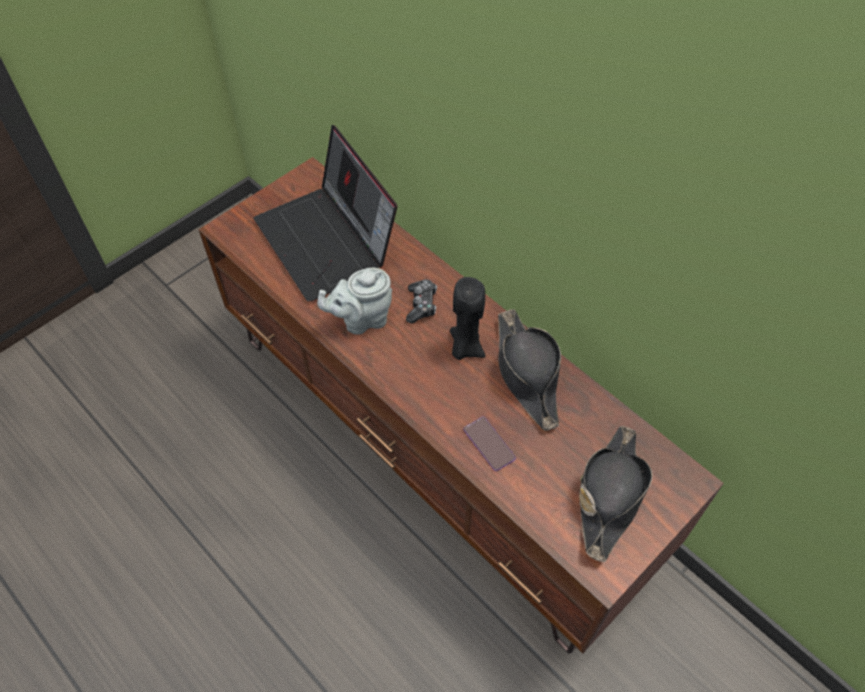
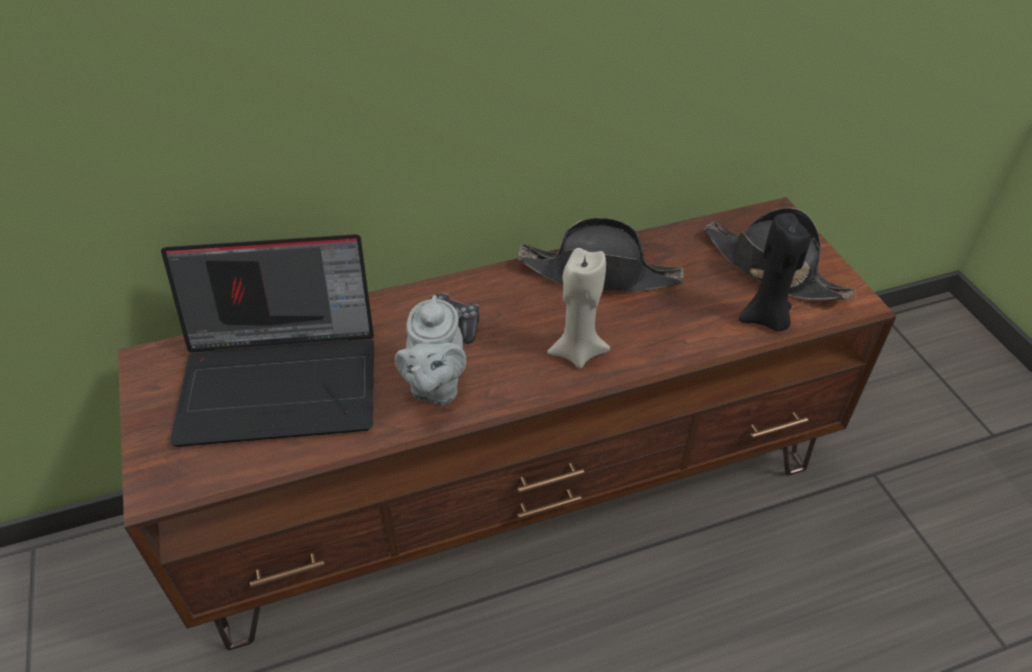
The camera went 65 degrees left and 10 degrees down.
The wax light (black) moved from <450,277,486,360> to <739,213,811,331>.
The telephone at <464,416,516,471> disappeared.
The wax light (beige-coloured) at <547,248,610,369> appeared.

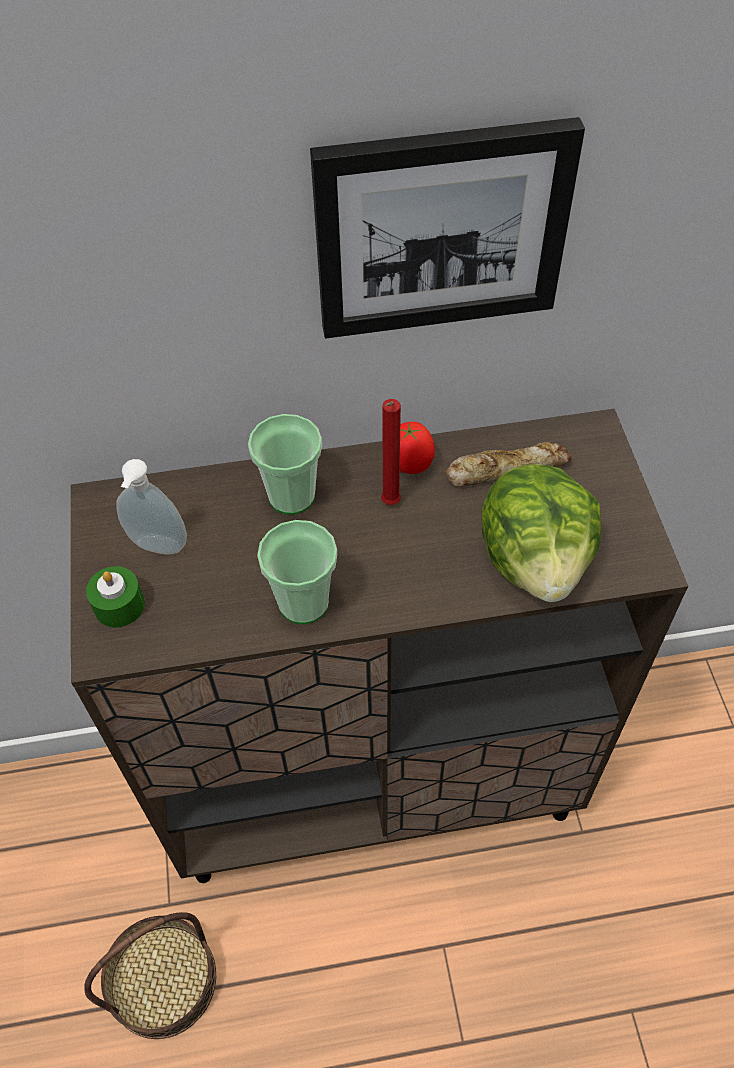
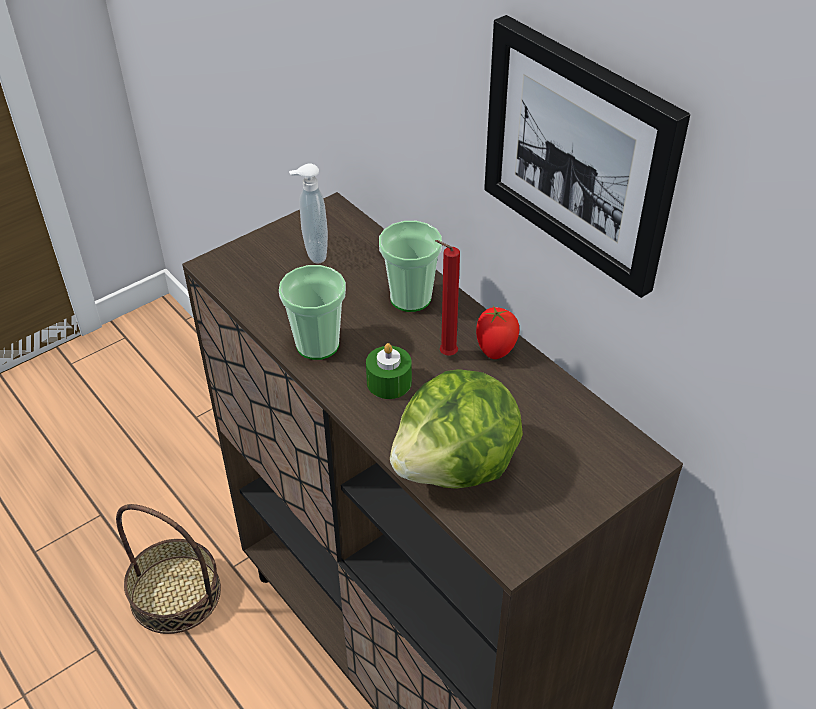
The camera went 60 degrees right and 10 degrees down.
The wax light (greenish) moved from <86,566,145,628> to <366,343,412,399>.
The bakery bread at <445,442,572,486> disappeared.

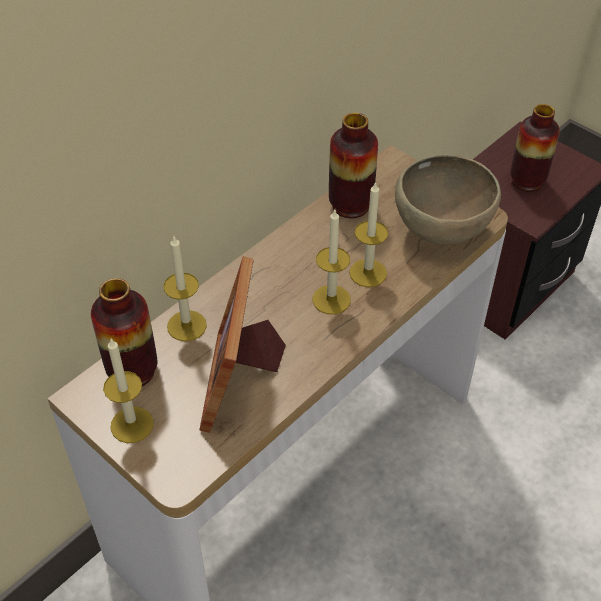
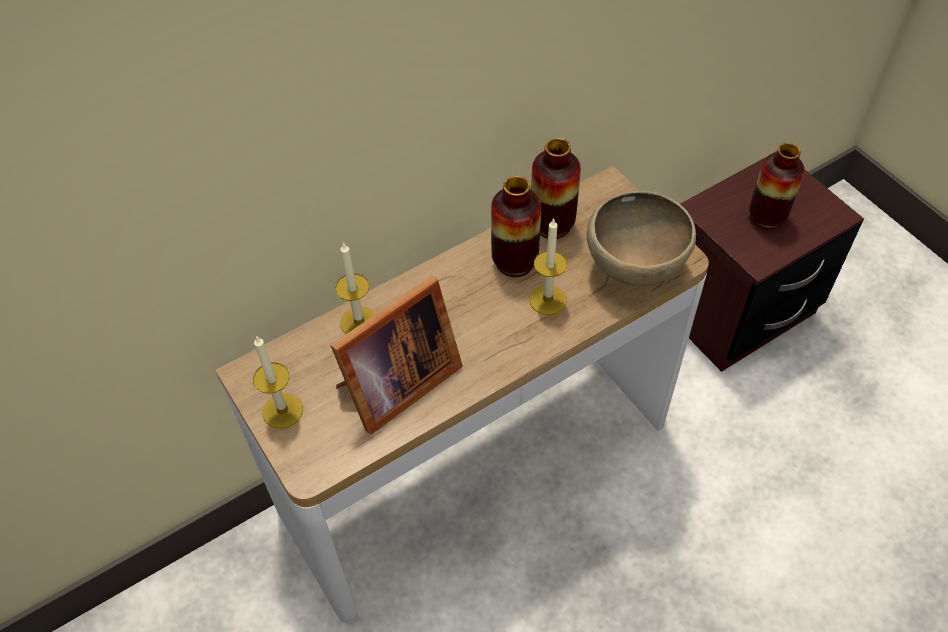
The camera went 15 degrees right and 5 degrees up.
The flower vase moved from <91,278,158,386> to <491,176,541,277>.
The photo frame at <200,256,286,433> turned 150 degrees counterclockwise.
The wax light at <312,210,351,314> disappeared.

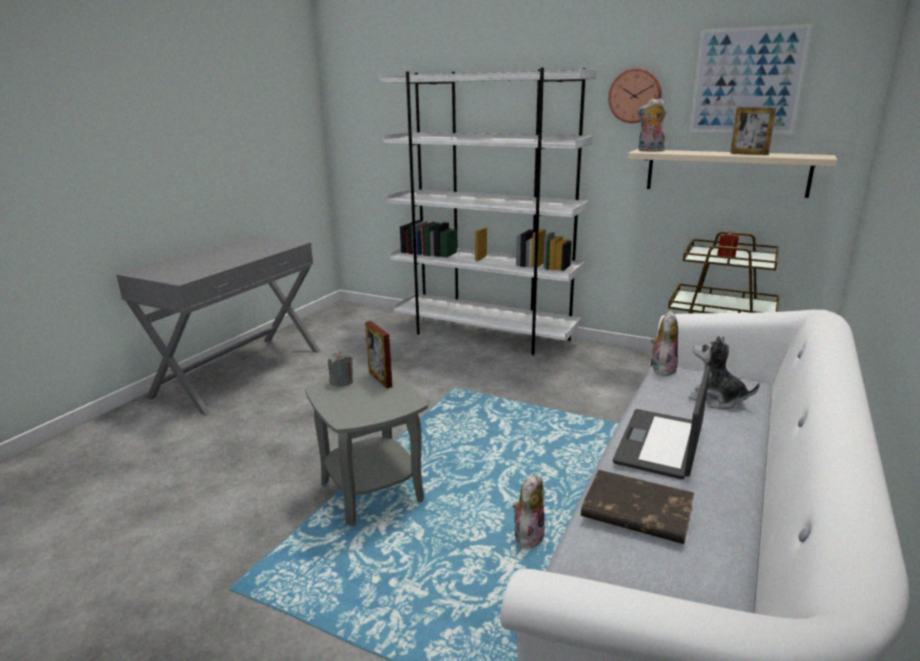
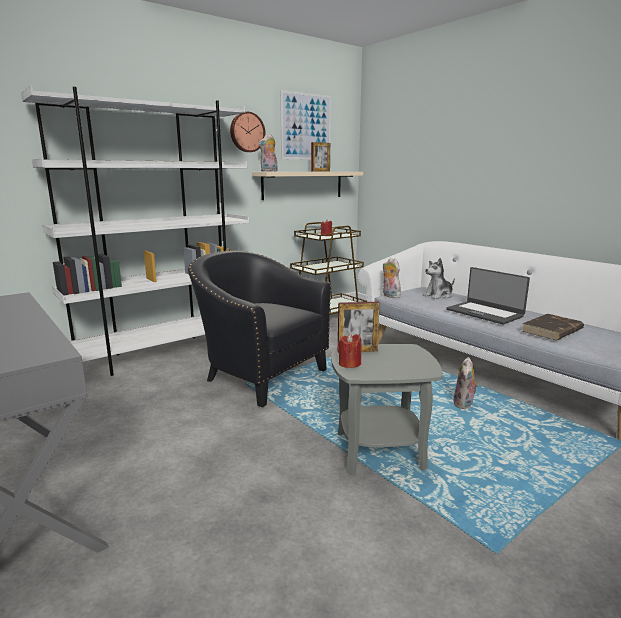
The camera went 65 degrees left and 5 degrees down.
The wax light (gray) at <328,351,353,387> became the wax light (red) at <337,333,362,368>.
The soft toy at <513,474,545,549> turned 120 degrees counterclockwise.
The lounge chair (black) at <188,250,331,407> appeared.

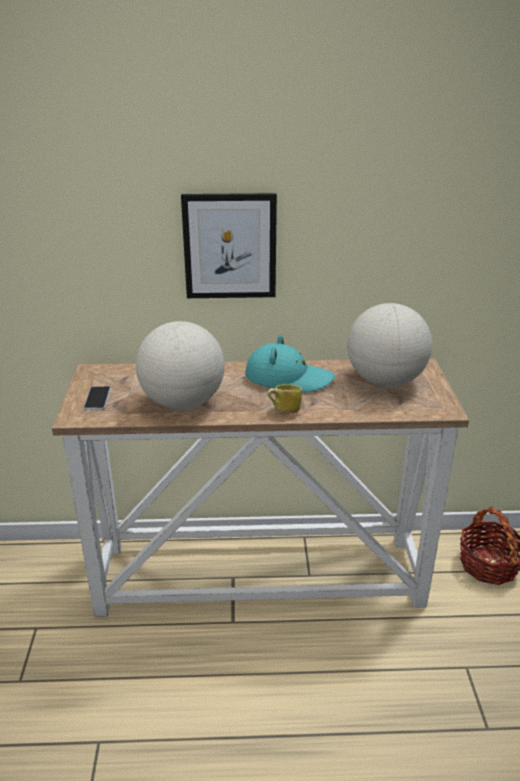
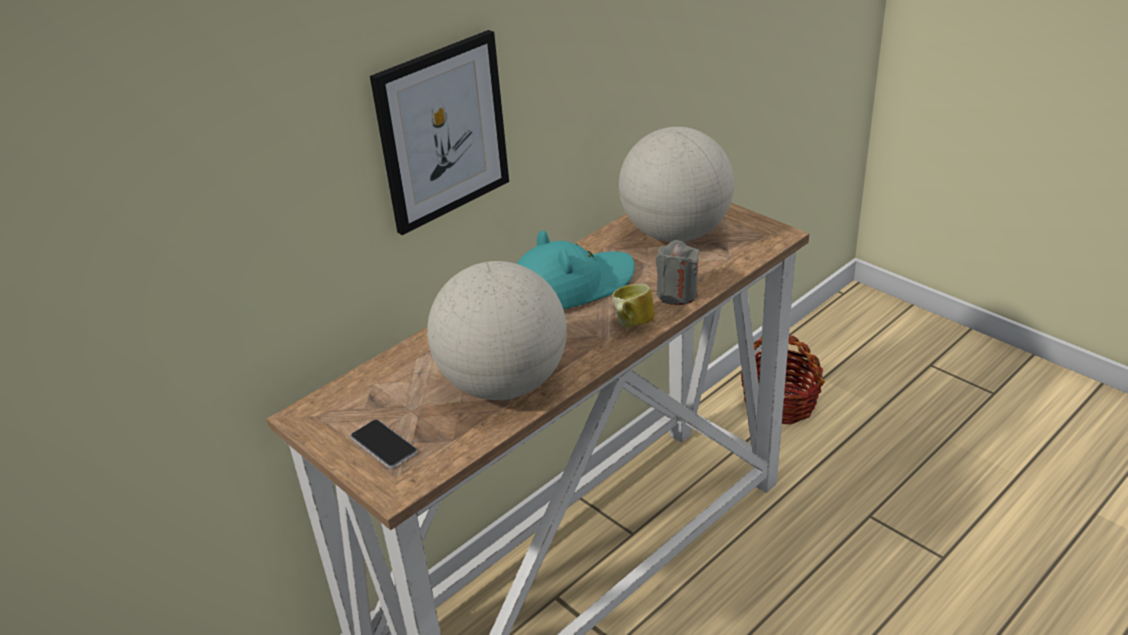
The camera went 40 degrees left and 5 degrees up.
The wax light (gray) at <656,240,699,305> appeared.

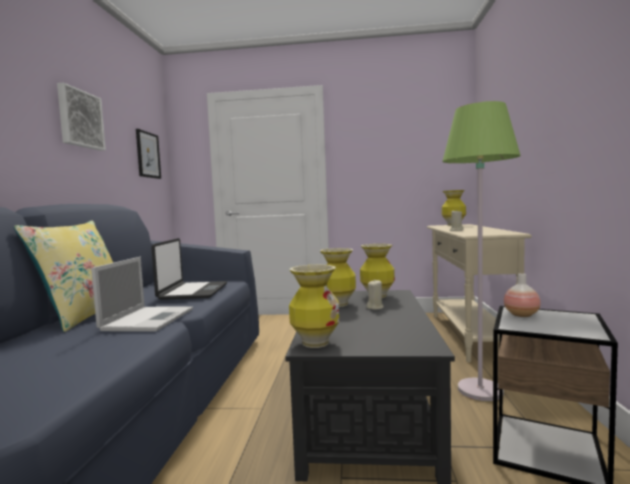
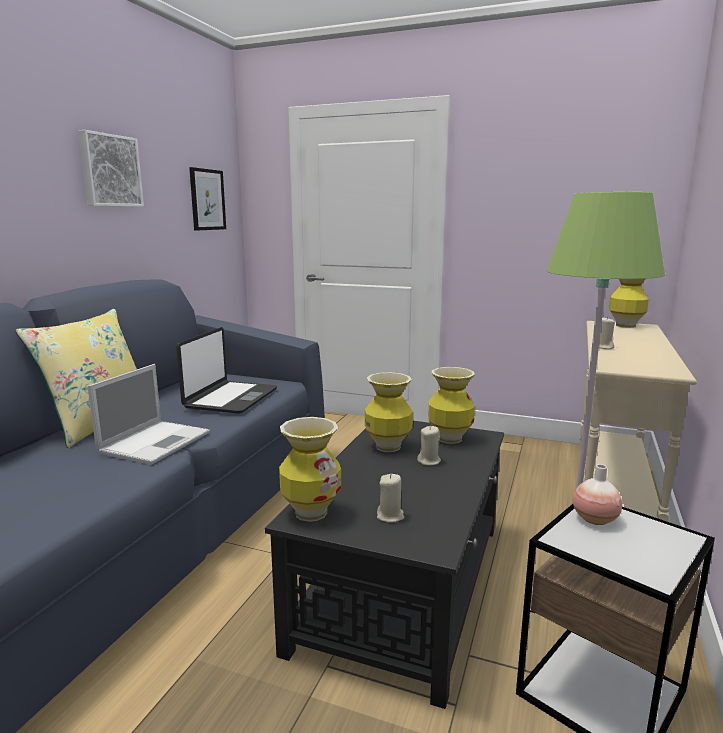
The camera went 15 degrees right and 10 degrees up.
The wax light (beige-coloured) at <377,474,404,523> appeared.

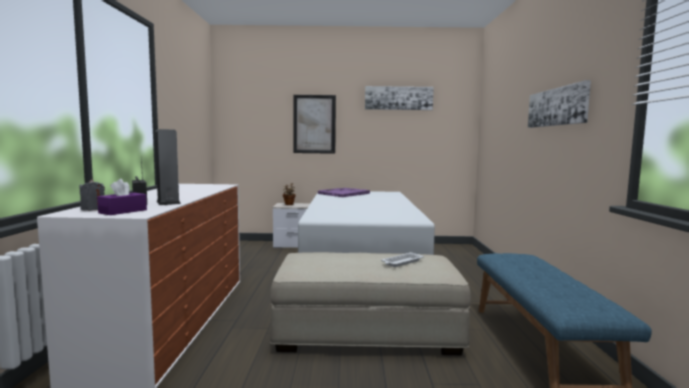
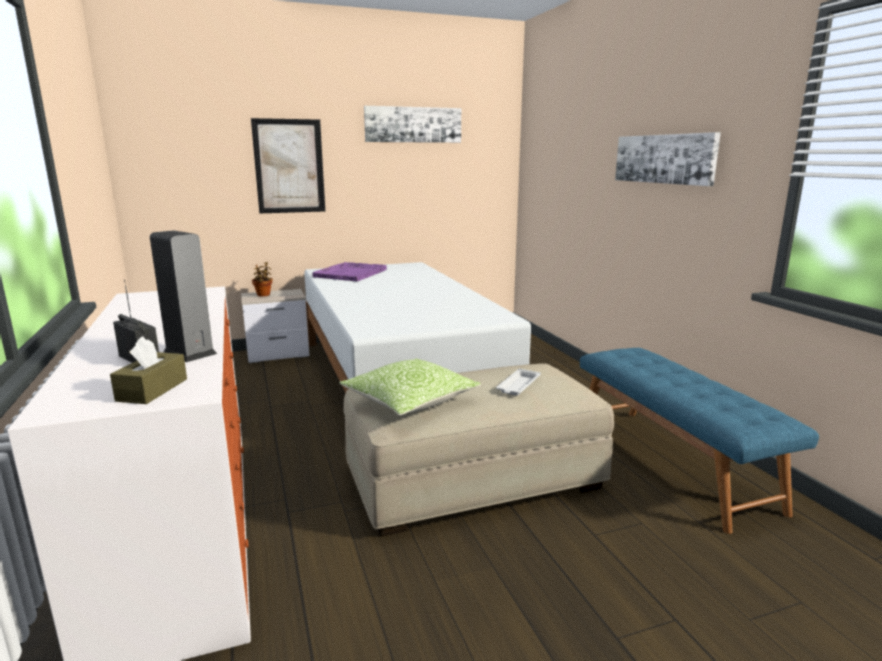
The camera went 20 degrees left and 10 degrees up.
The wax light (gray) at <79,179,105,211> disappeared.
The tissue holder (purple) at <97,179,147,215> became the tissue holder (brownish) at <110,337,187,404>.
The pillow at <339,359,481,416> appeared.

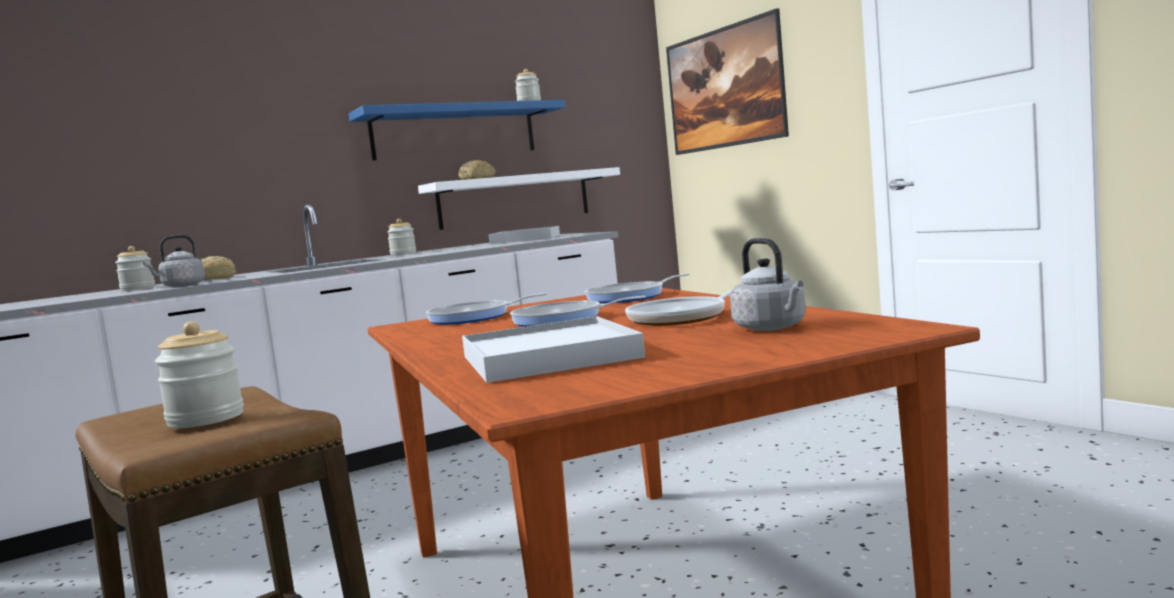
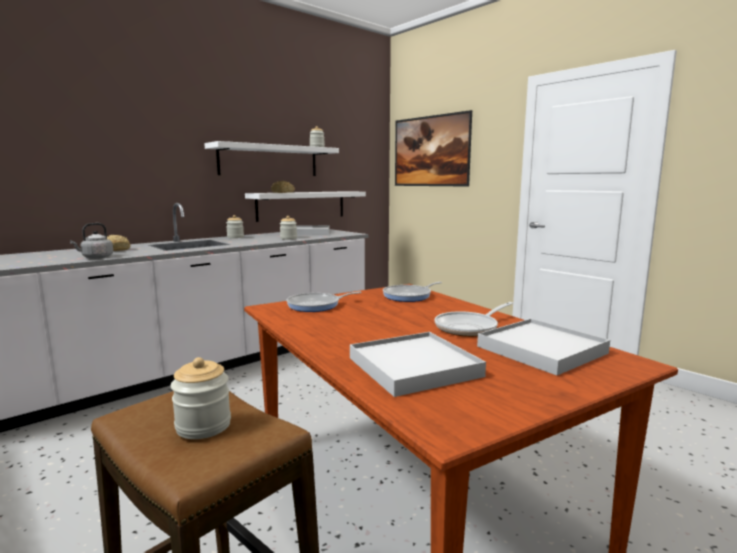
The camera went 10 degrees left and 5 degrees up.
The storage jar moved from <115,246,155,291> to <280,216,297,239>.
The wall shelf (blue) at <348,100,566,161> became the wall shelf (white-coloured) at <204,141,339,176>.
The frying pan at <510,296,646,327> disappeared.
The kettle (gray) at <730,238,806,331> was replaced by the serving tray (white-coloured) at <477,319,610,375>.

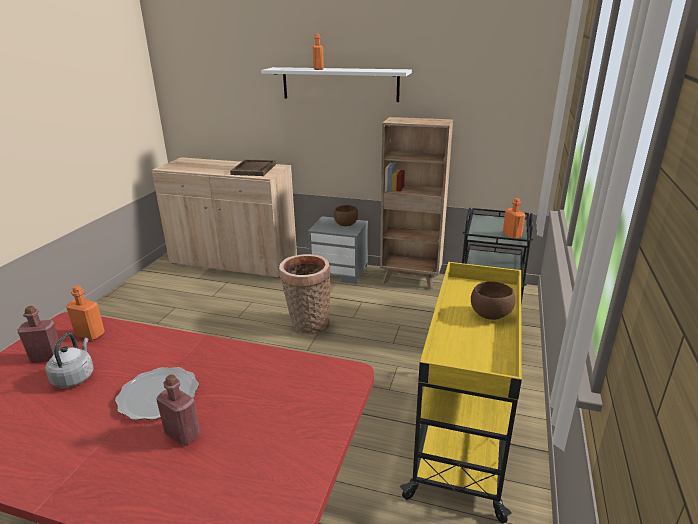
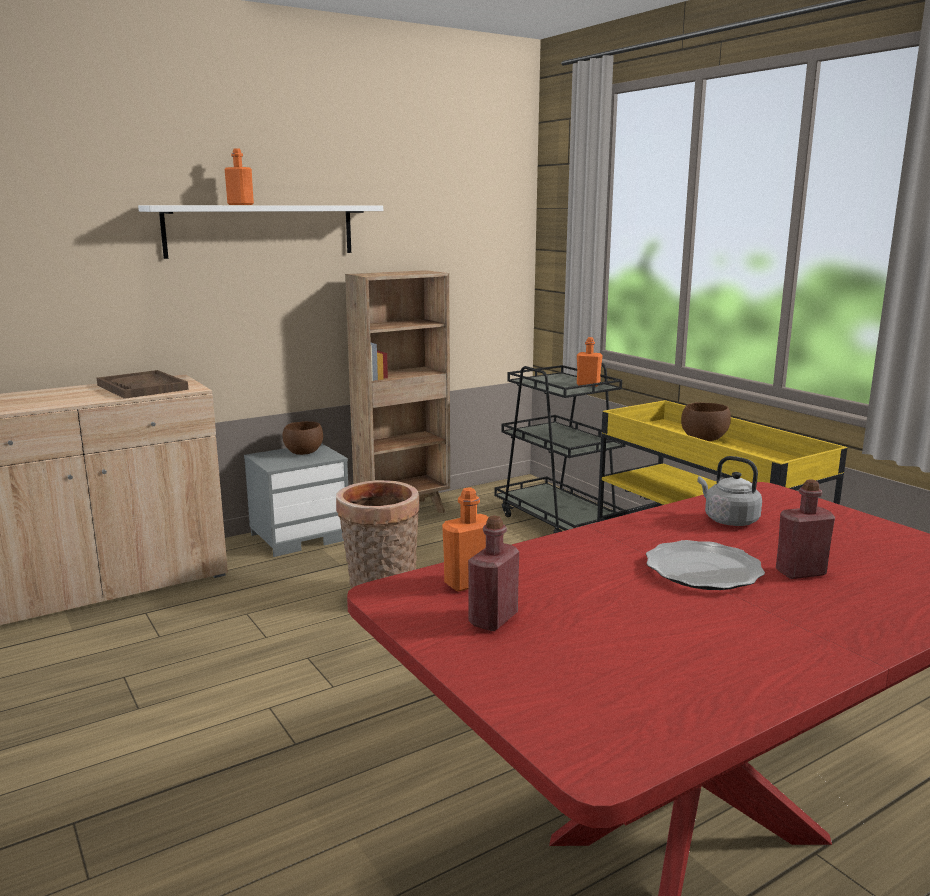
The camera went 50 degrees left and 10 degrees down.
The kettle (gray) moved from <46,333,93,388> to <697,456,762,526>.

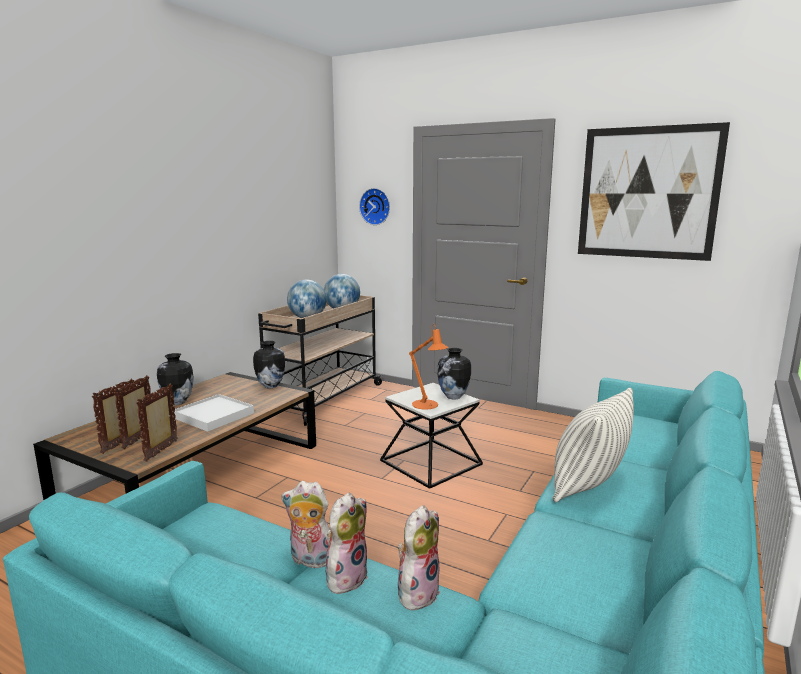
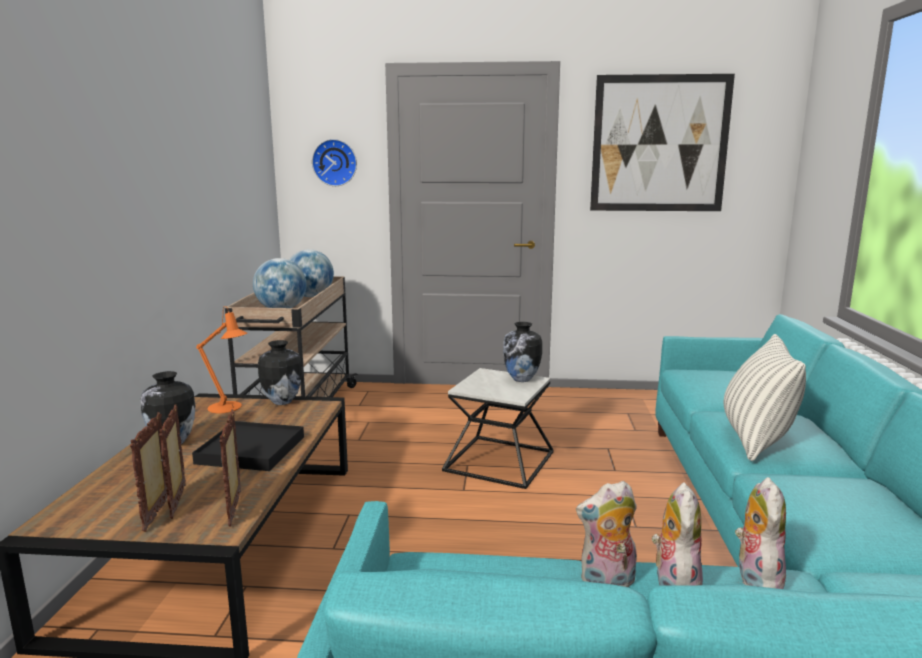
The camera went 25 degrees left and 0 degrees up.
The serving tray (white-coloured) at <174,394,254,432> became the serving tray (black) at <192,421,304,471>.
The tabletop lamp (orange-coloured) moved from <409,324,448,410> to <196,306,247,413>.

